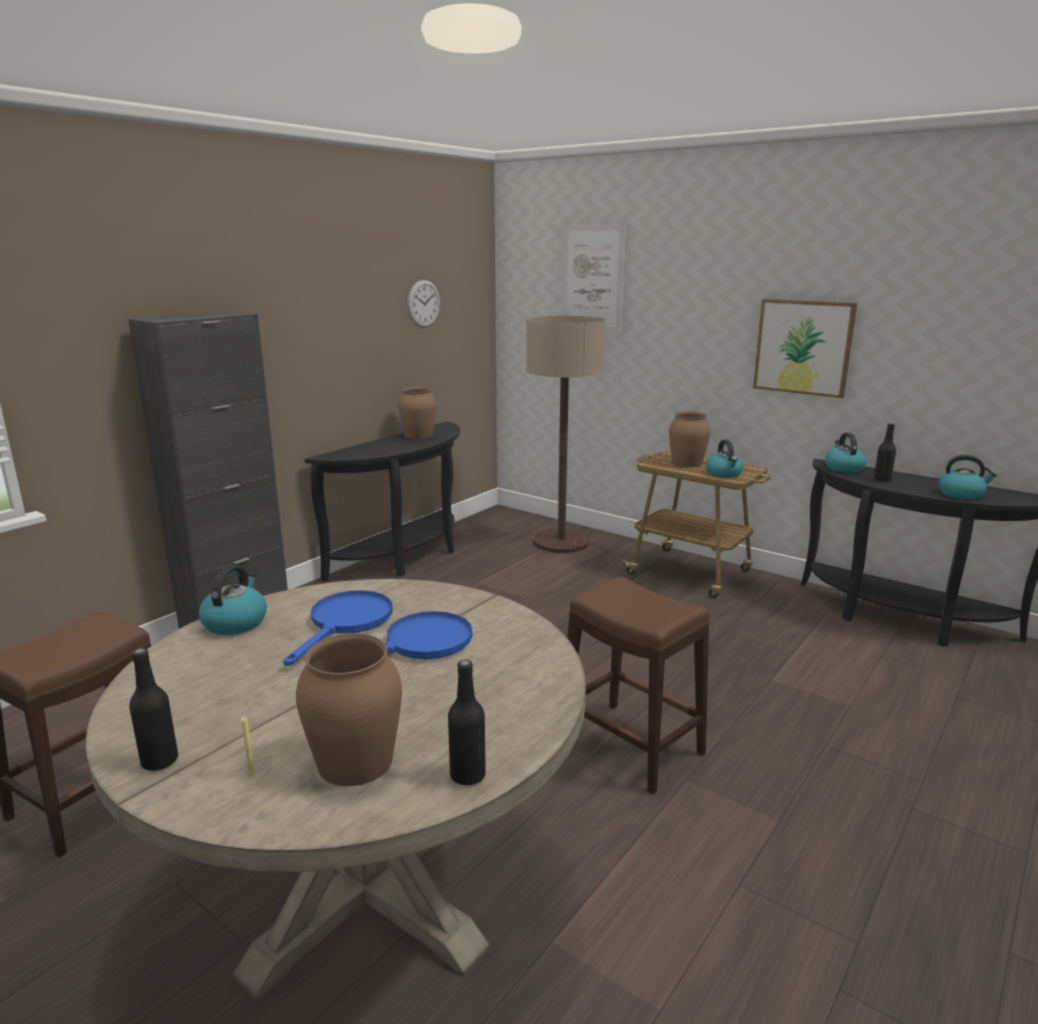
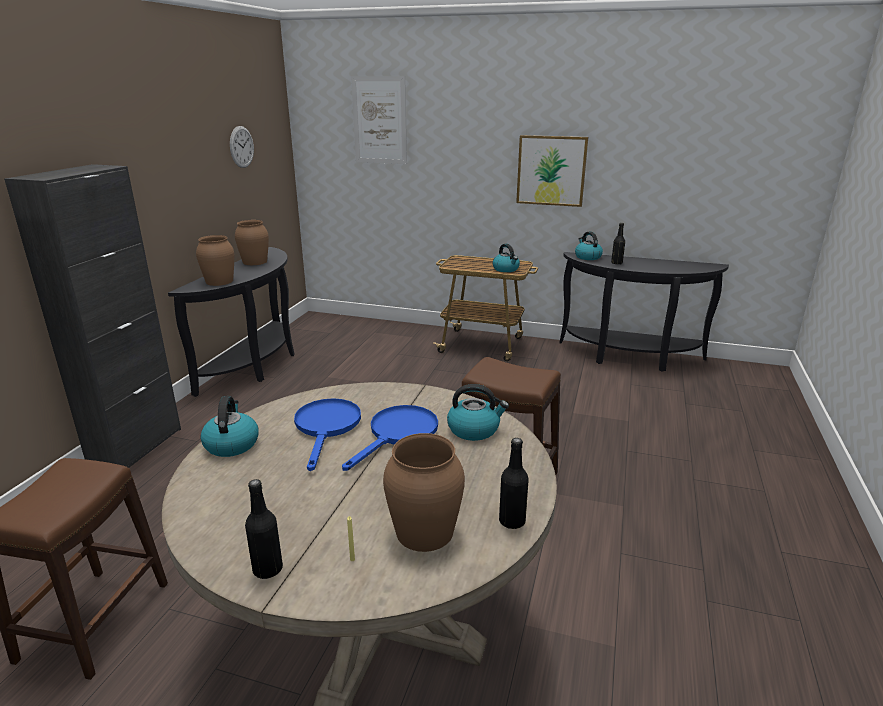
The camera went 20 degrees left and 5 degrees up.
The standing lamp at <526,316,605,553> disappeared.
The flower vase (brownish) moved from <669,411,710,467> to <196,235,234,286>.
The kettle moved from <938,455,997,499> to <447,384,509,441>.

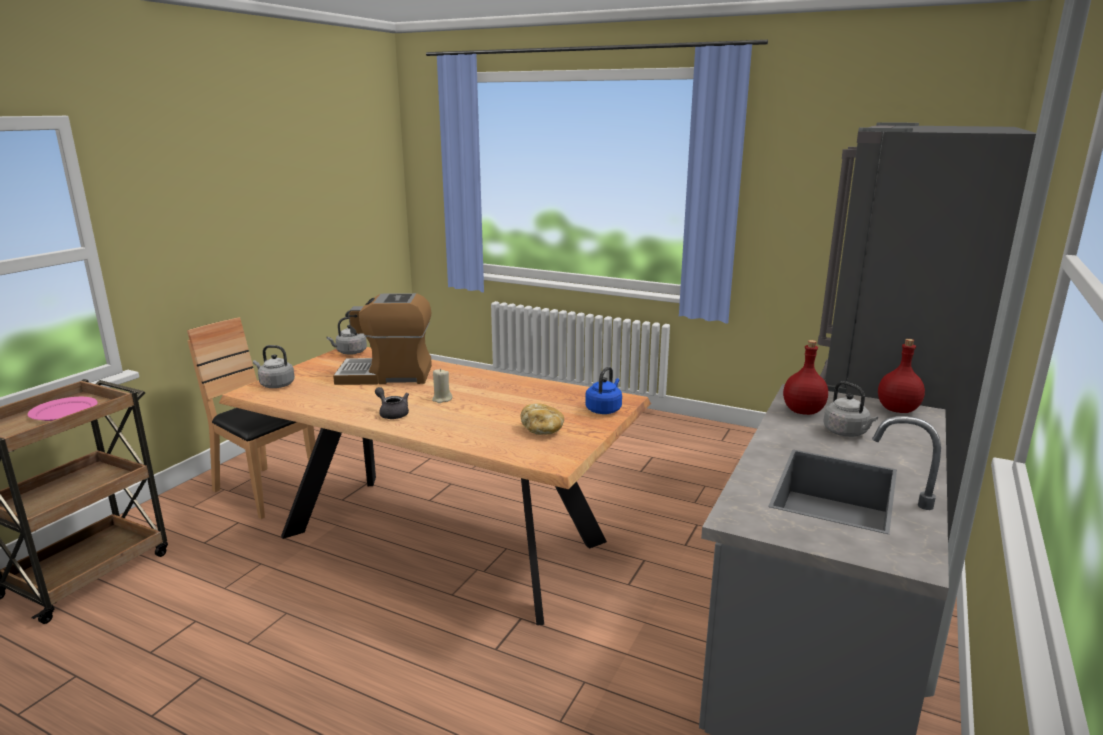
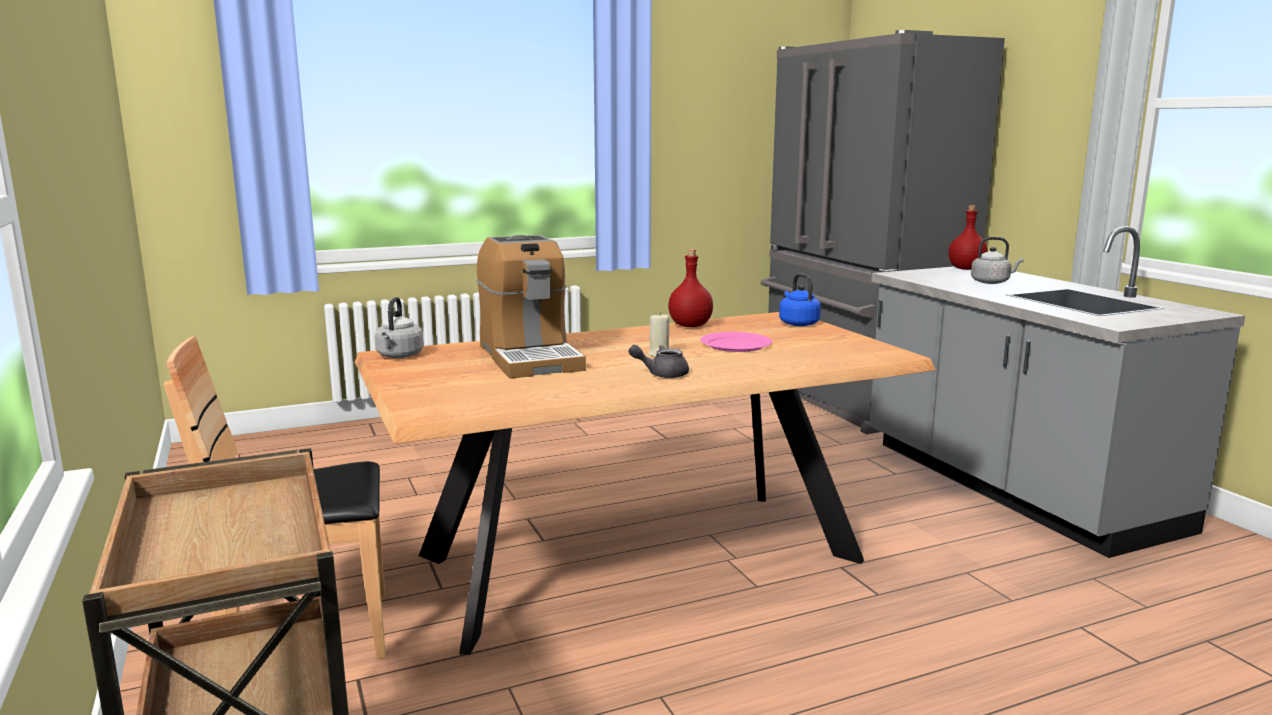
The camera went 50 degrees left and 5 degrees down.
The flat dish (pink) moved from <28,397,98,421> to <701,332,772,352>.
The kettle (gray) at <253,345,295,388> disappeared.
The coffee maker at <333,293,432,385> turned 60 degrees counterclockwise.
The bakery bread at <521,404,564,435> disappeared.
The bottle (red) moved from <783,340,828,415> to <668,249,713,327>.

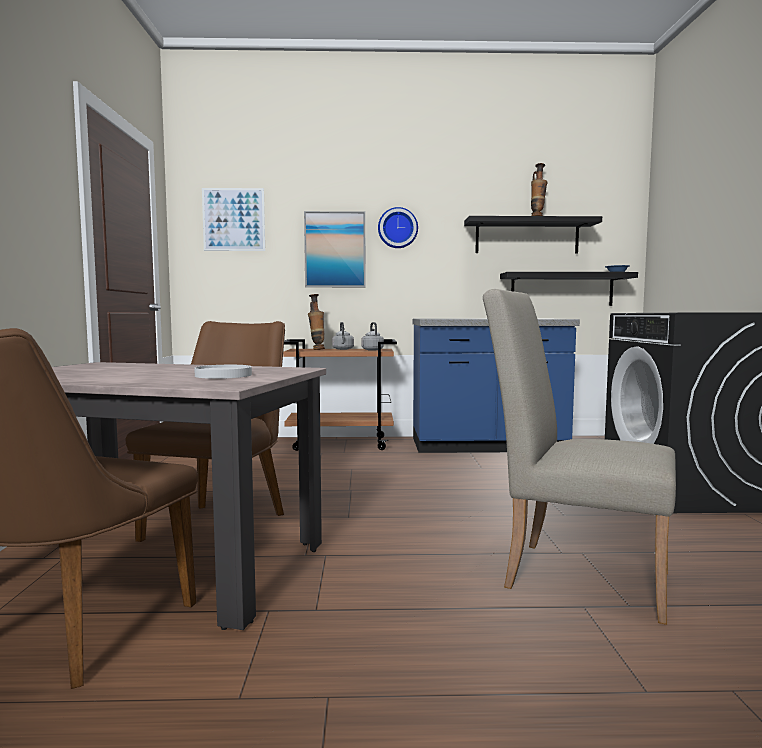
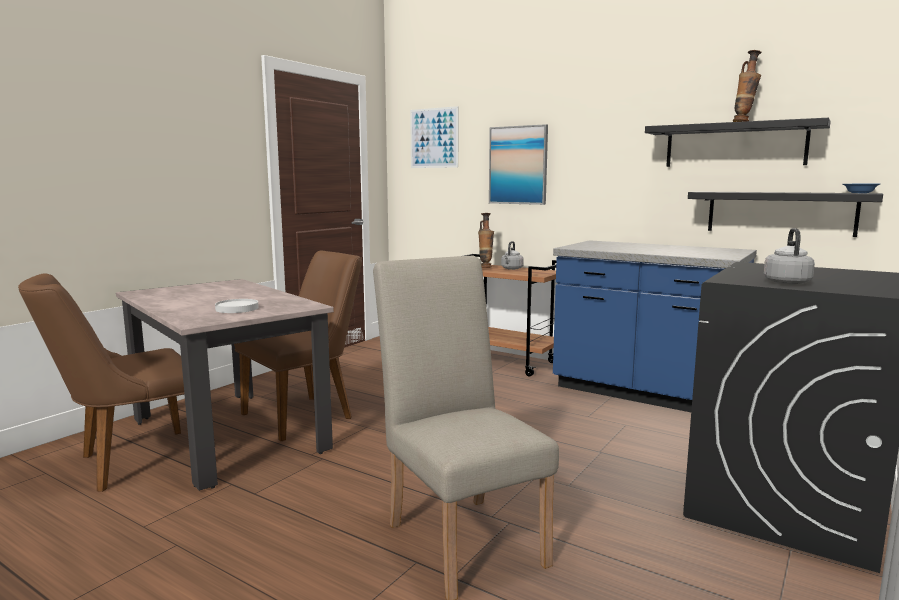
The camera went 35 degrees right and 5 degrees up.
The kettle (gray) moved from <361,322,384,350> to <764,228,815,285>.
The clock on the wall at <378,207,418,248> disappeared.

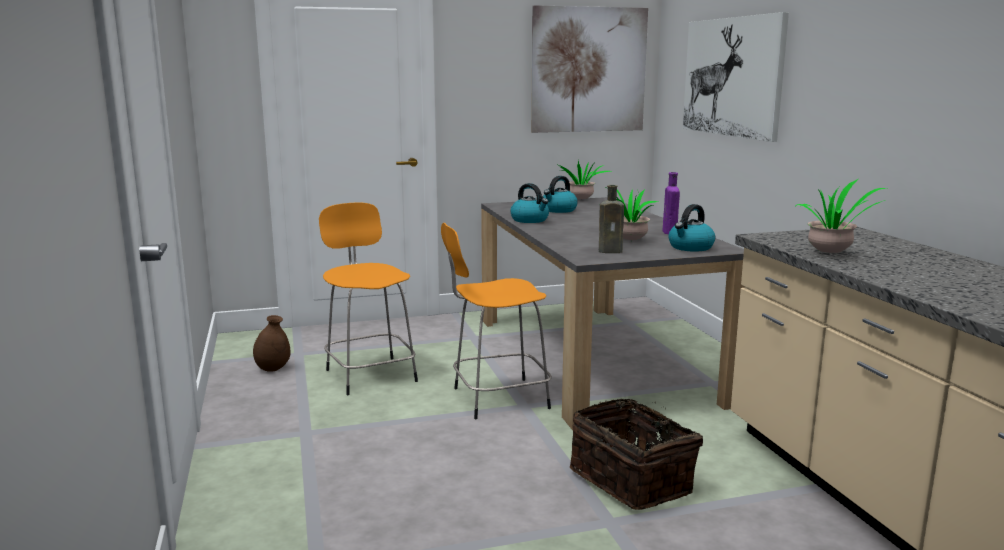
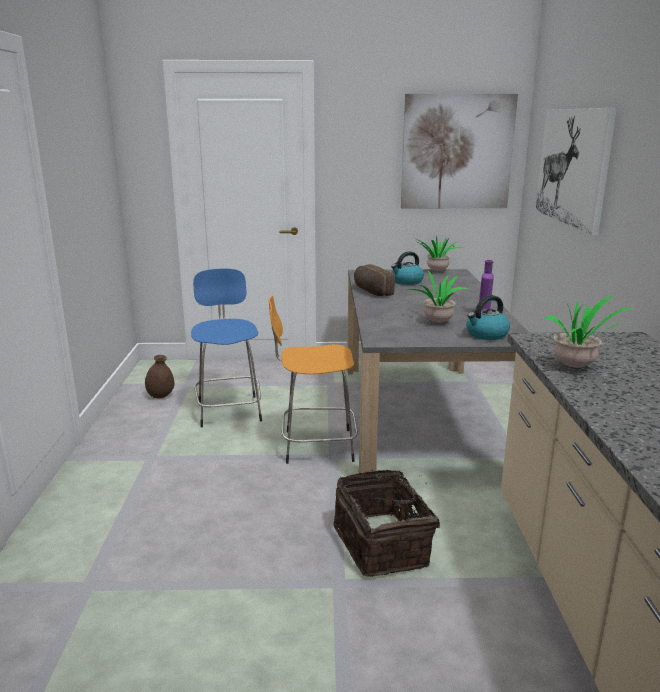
The camera went 15 degrees right and 5 degrees up.
The stool (orange-coloured) at <319,203,418,395> became the stool (blue) at <191,268,262,427>.
The kettle at <510,183,549,223> was replaced by the bakery bread at <354,264,395,296>.
The bottle (brownish) at <599,185,624,253> disappeared.

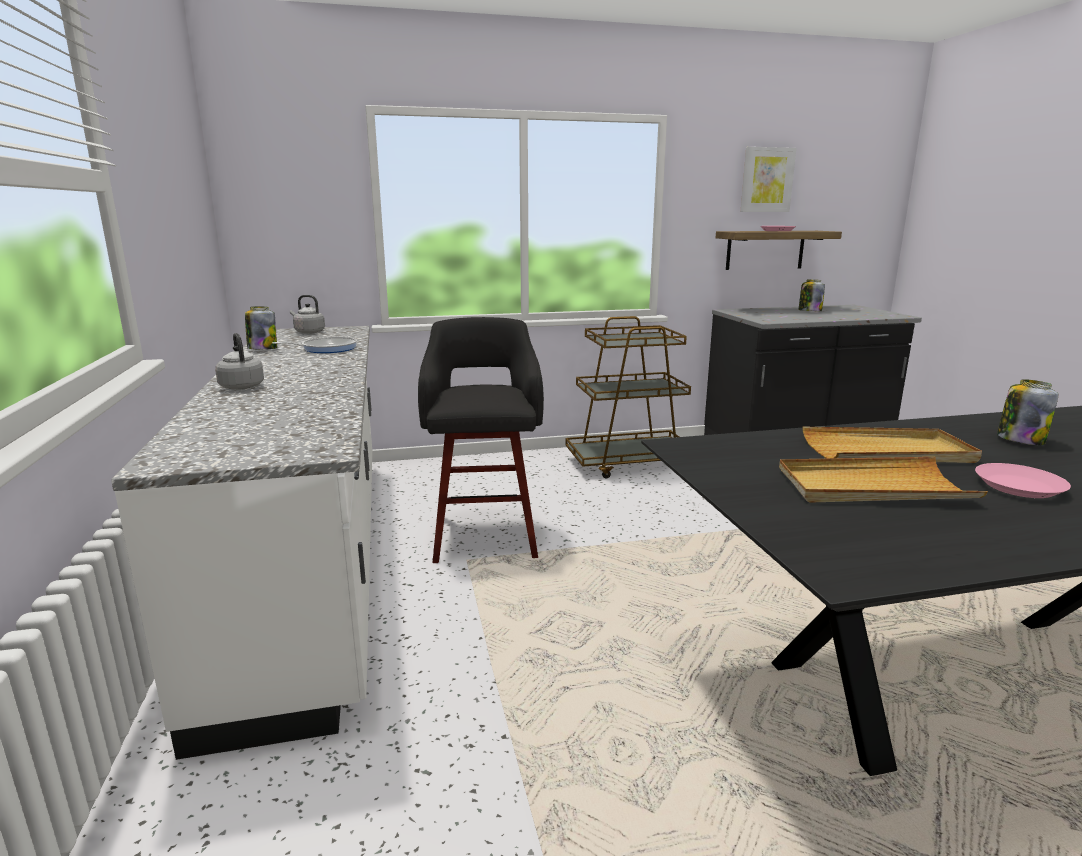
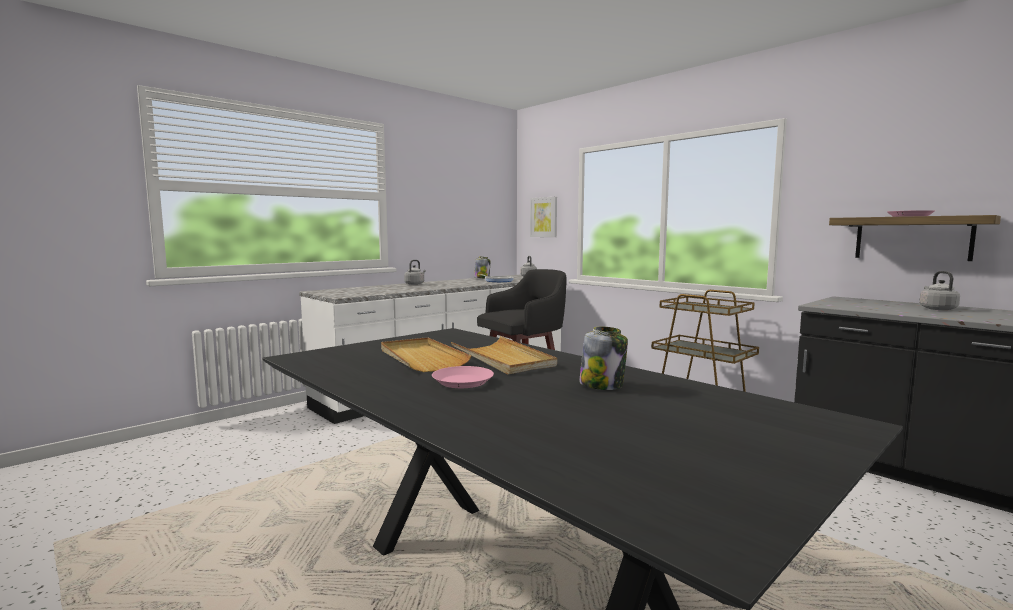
The camera went 60 degrees right and 10 degrees down.
The picture moved from <740,147,796,212> to <530,197,557,237>.
The storage jar at <799,279,825,311> was replaced by the kettle (gray) at <919,271,960,310>.

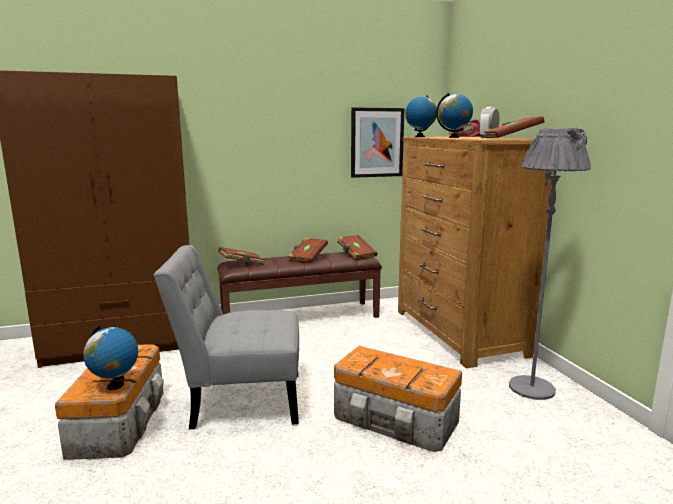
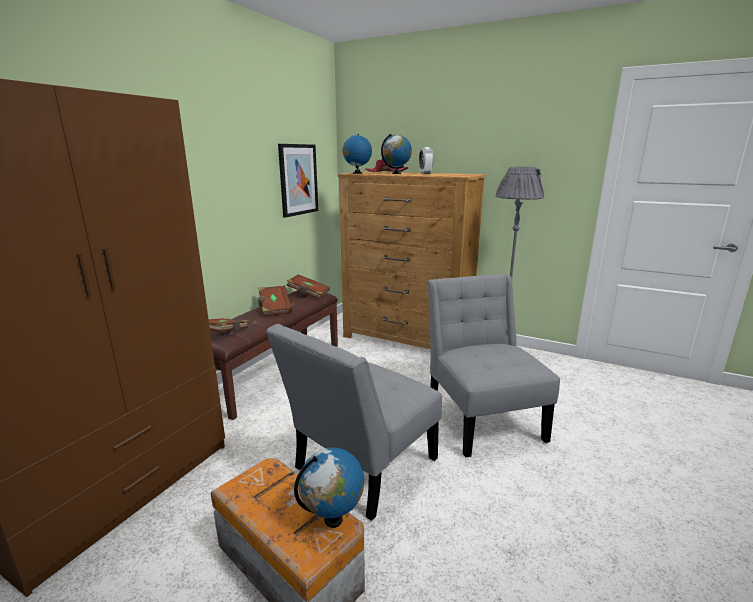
The camera went 45 degrees left and 5 degrees up.
The storage box at <334,346,462,452> was replaced by the chair (gray) at <428,274,560,458>.
The volume (brownish) at <484,116,544,138> disappeared.

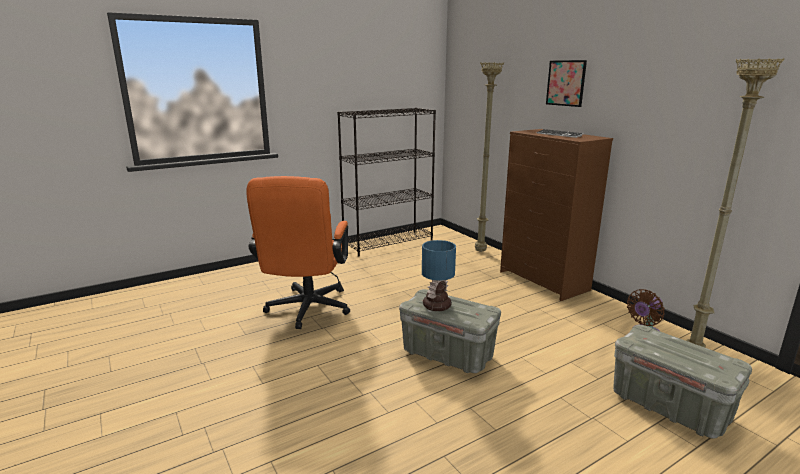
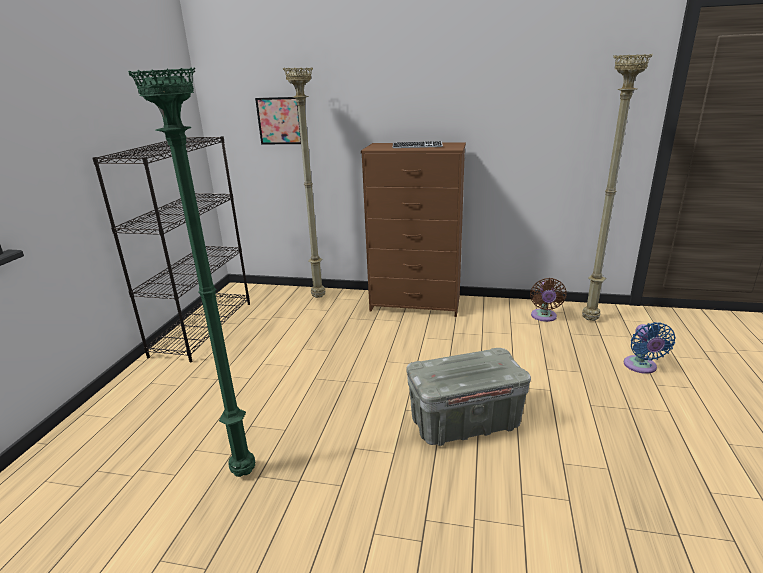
The camera went 45 degrees left and 5 degrees up.
The computer chair (orange-coloured) at <246,176,350,329> was replaced by the standing lamp (greenish) at <128,67,255,477>.
The tabletop lamp at <422,240,456,311> disappeared.
The picture moved from <546,60,587,107> to <255,97,301,144>.
The storage box (gray) at <613,325,752,439> was replaced by the cooling fan (blue) at <624,322,676,374>.

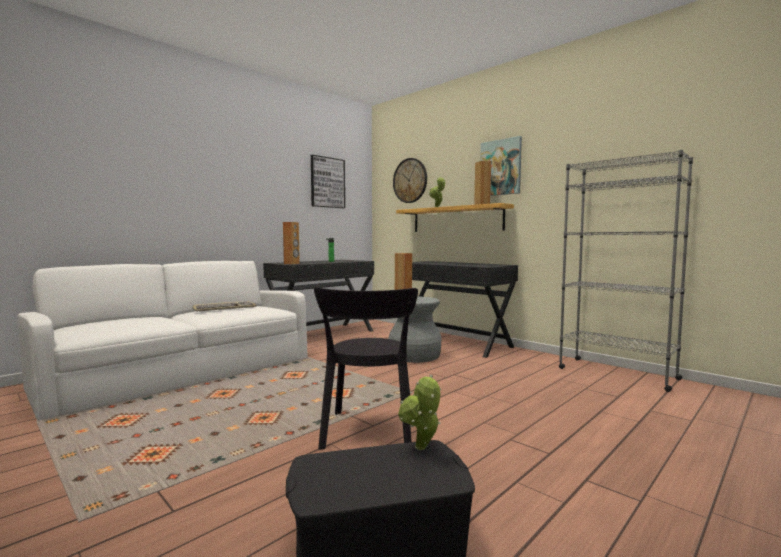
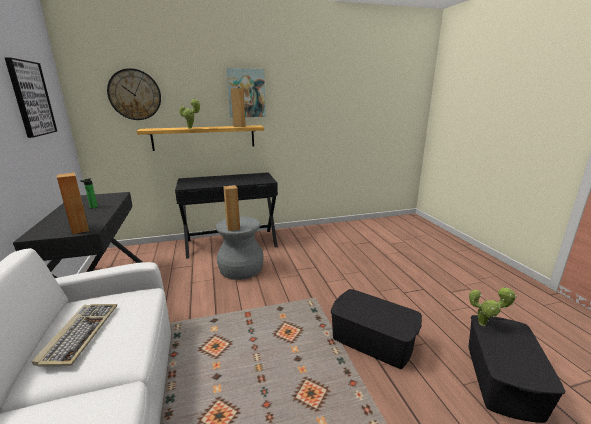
The camera went 60 degrees left and 15 degrees up.
The chair (black) at <314,287,418,450> was replaced by the storage box (black) at <331,289,422,369>.
The bookcase (gray) at <559,150,693,392> disappeared.

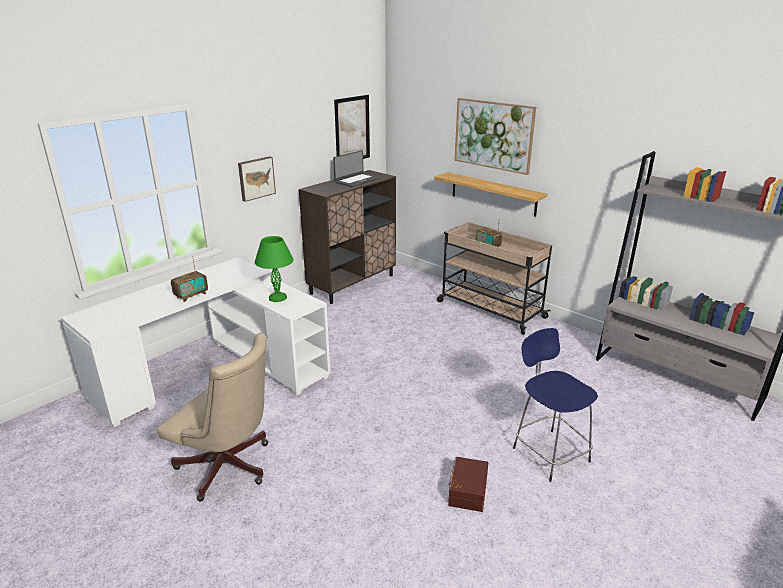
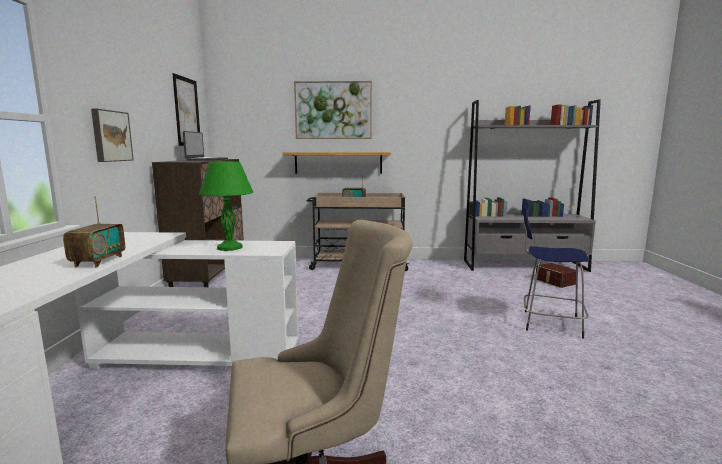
The camera went 40 degrees left and 15 degrees down.
The storage box (brownish) moved from <448,457,488,512> to <535,263,576,288>.

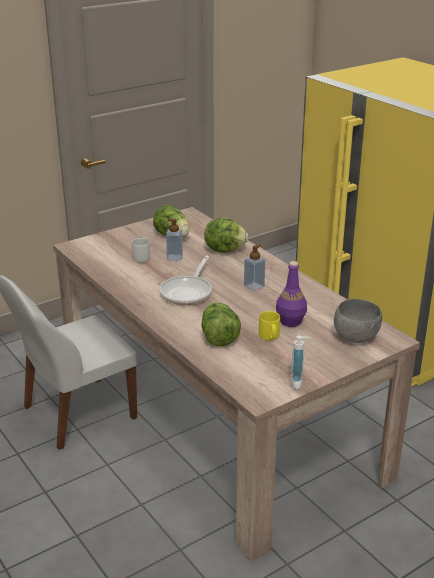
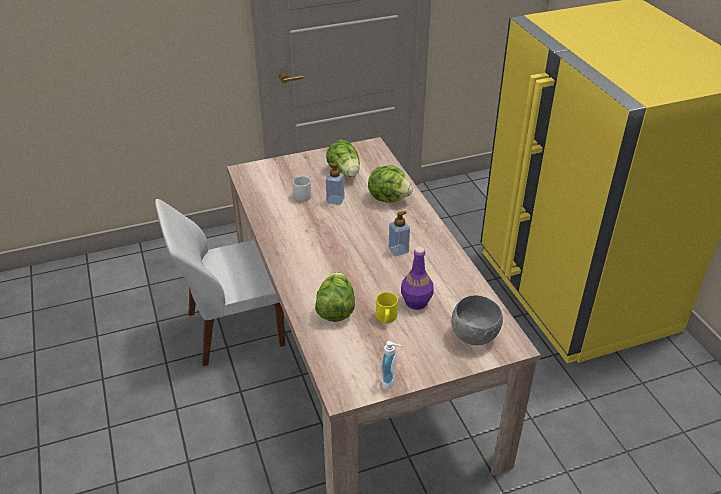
The camera went 15 degrees right and 10 degrees up.
The frying pan at <159,256,212,305> disappeared.

